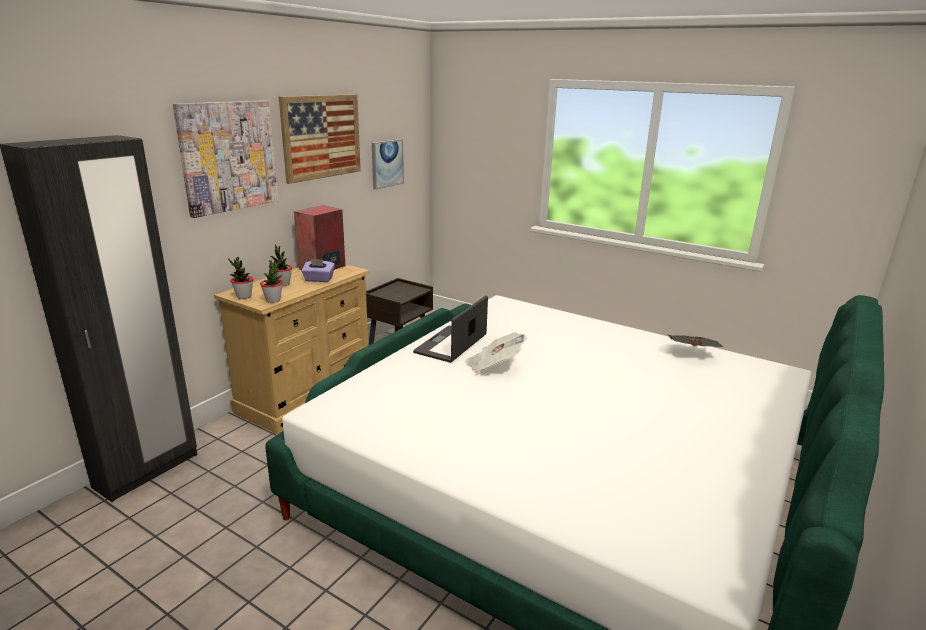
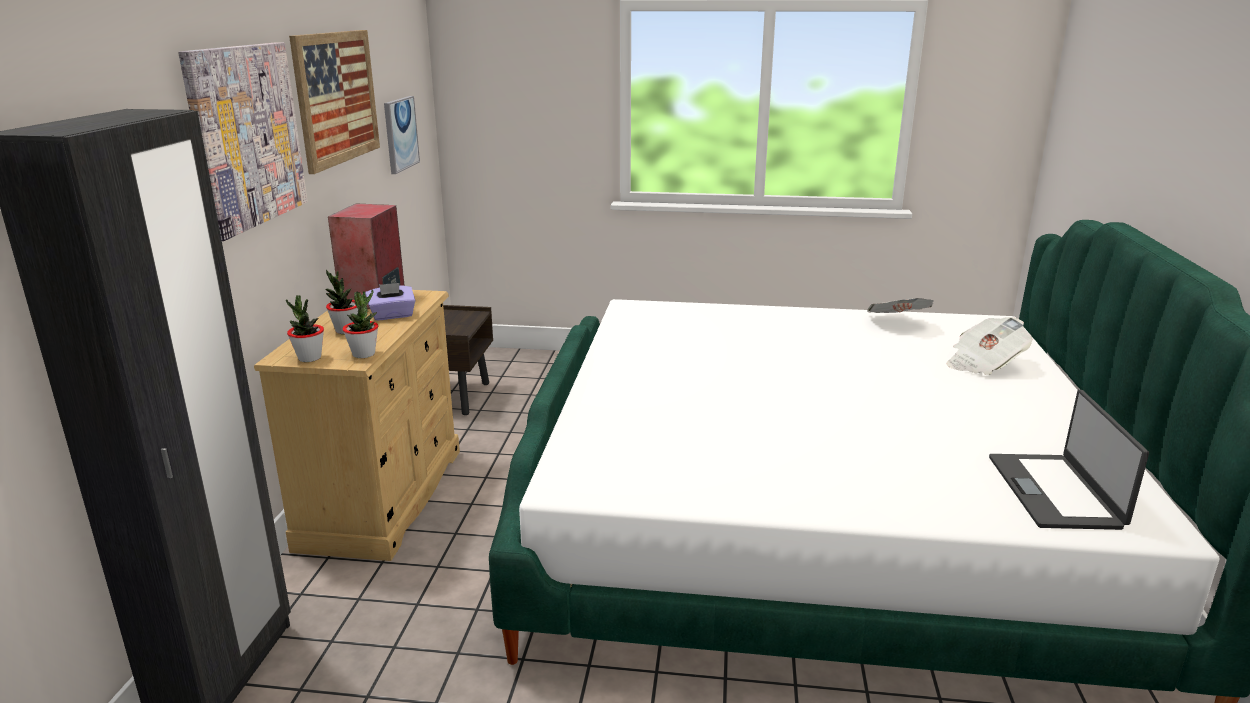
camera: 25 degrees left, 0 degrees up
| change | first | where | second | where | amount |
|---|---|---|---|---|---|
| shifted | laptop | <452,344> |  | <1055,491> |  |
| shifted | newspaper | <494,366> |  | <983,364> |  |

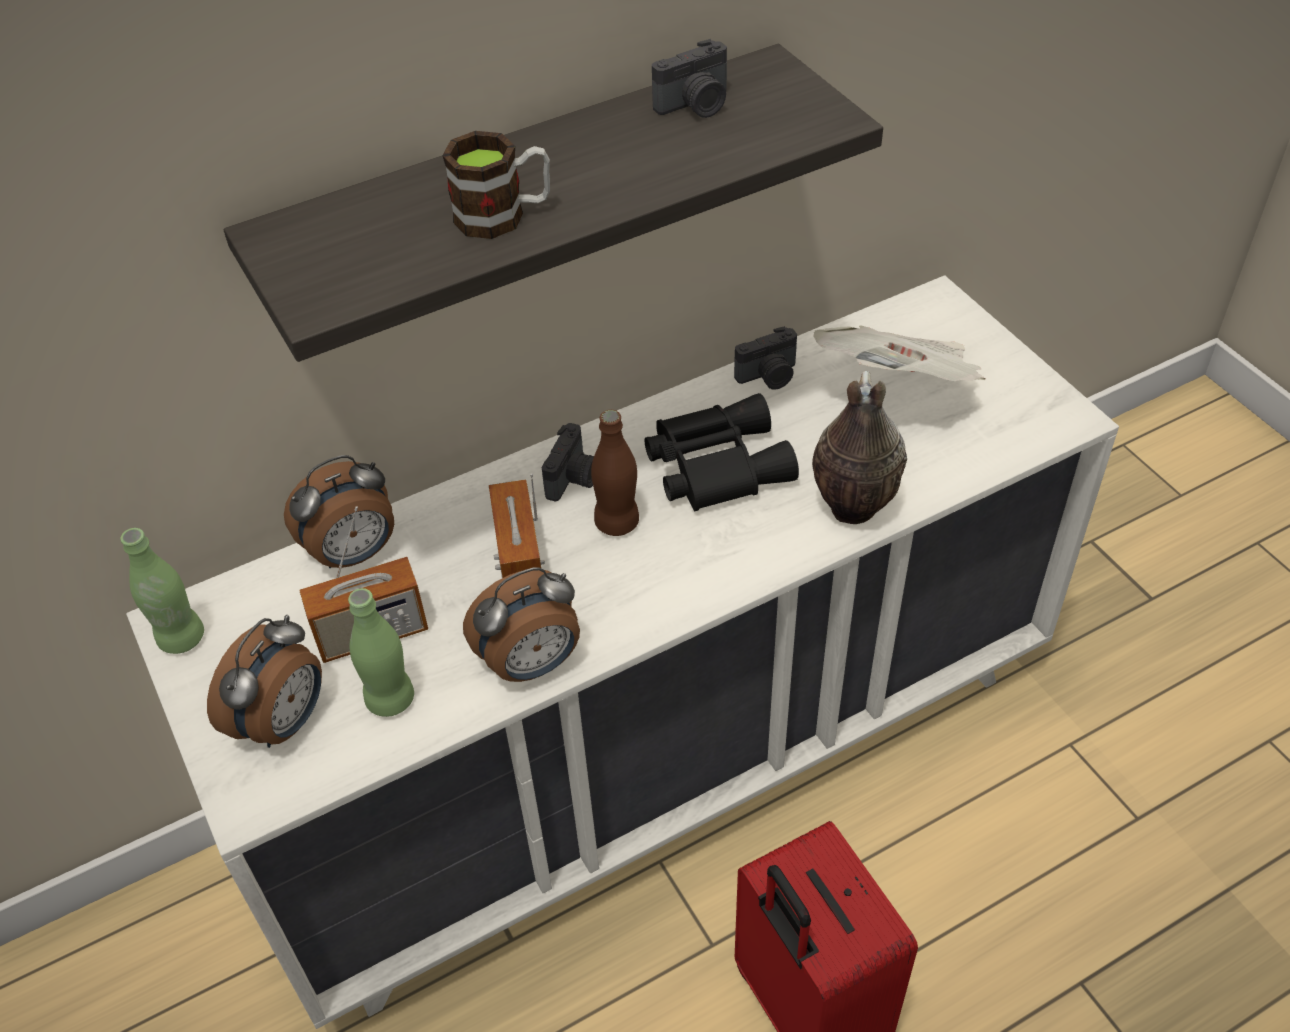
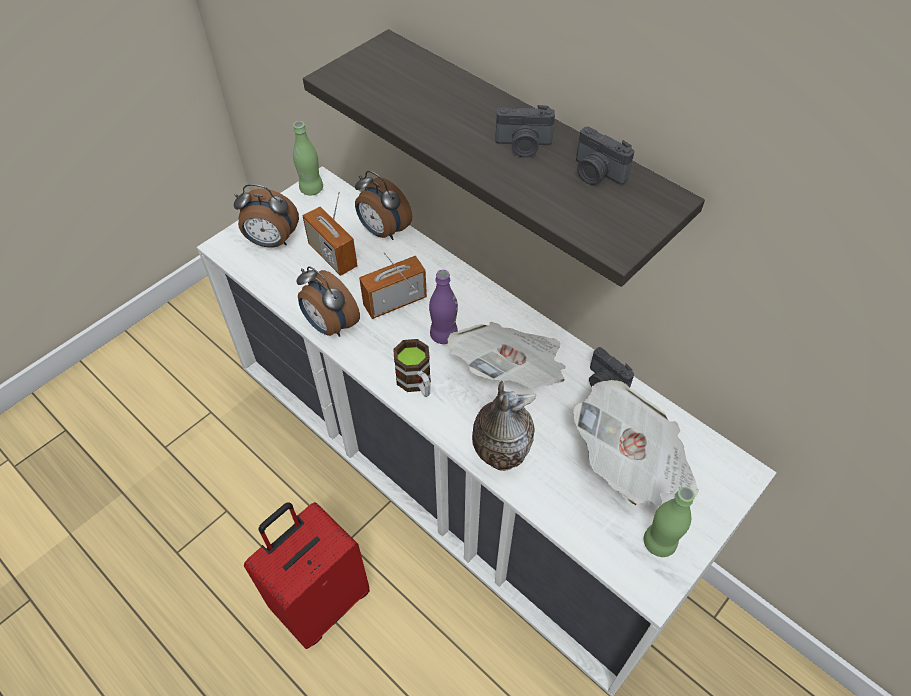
camera: 70 degrees right, 5 degrees up
| change | first | where | second | where | amount |
|---|---|---|---|---|---|
| shifted | bottle/green | <390,699> |  | <659,543> |  |
| shifted | mug | <504,215> |  | <417,383> |  |
| shifted | photo camera | <574,479> |  | <523,146> |  |
| swapped | binoculars/black | <715,464> | newspaper | <511,371> |  |
| repainted | bottle/brown | <617,522> | bottle/purple | <444,335> |  |

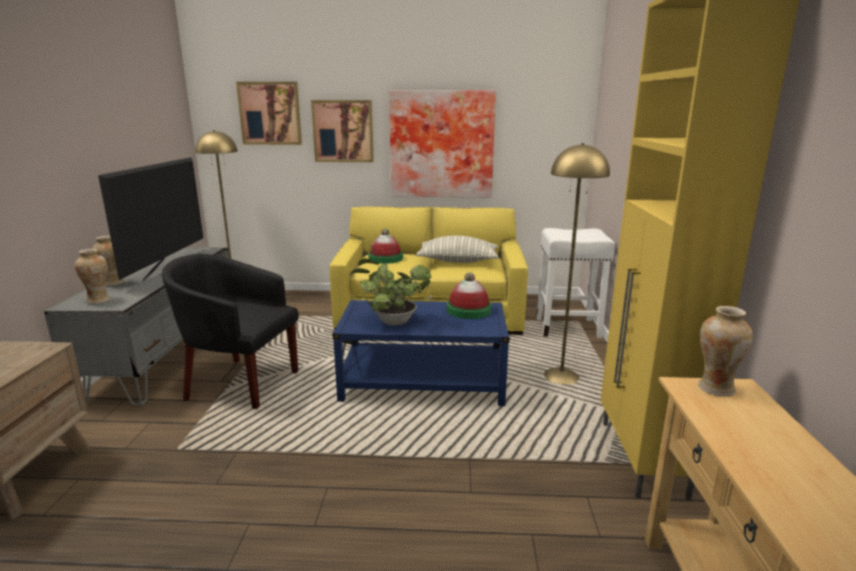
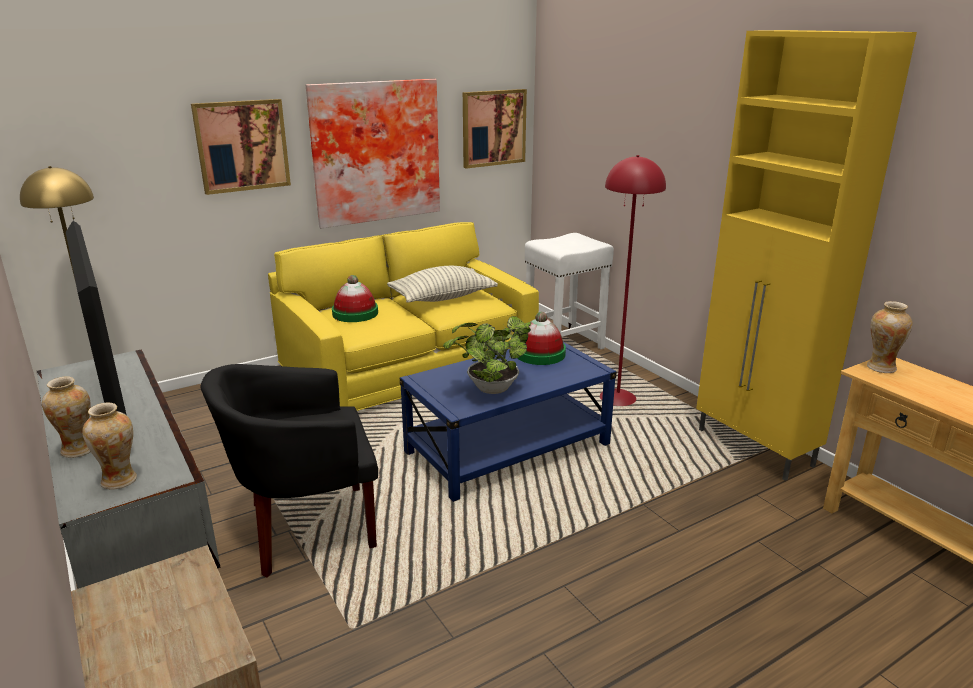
camera: 35 degrees left, 5 degrees up
| change | first | where | second | where | amount |
|---|---|---|---|---|---|
| shifted | picture | <270,113> |  | <493,128> |  |
| repainted | floor lamp/yellow | <561,376> | floor lamp/red | <617,398> |  |

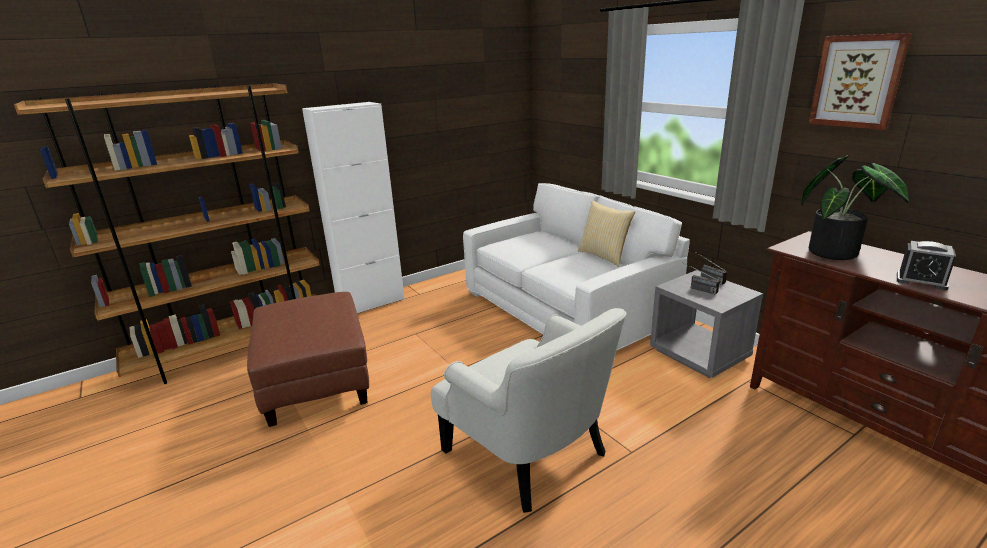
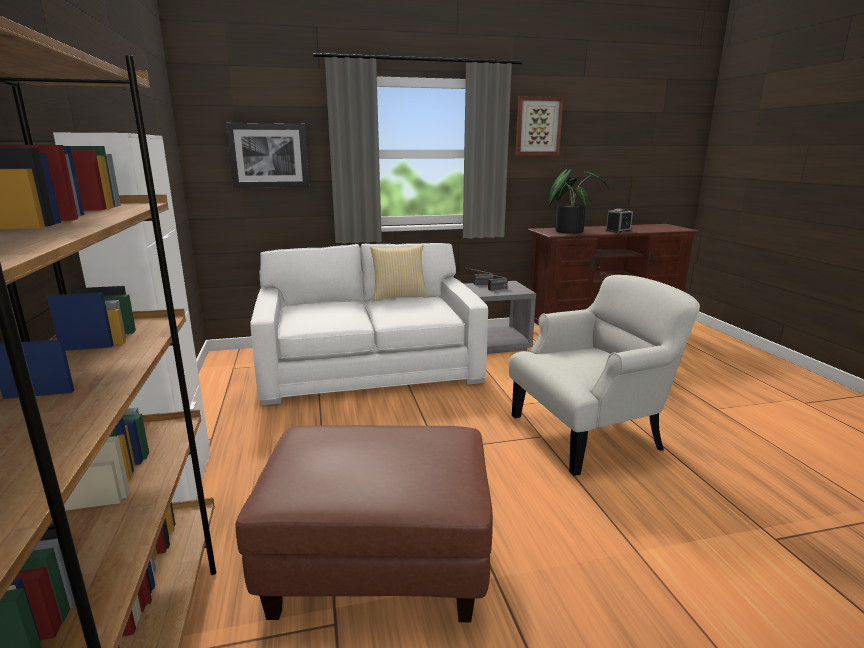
camera: 70 degrees left, 5 degrees down
| change | first | where | second | where | amount |
|---|---|---|---|---|---|
| new |  |  | picture | <269,155> |  |

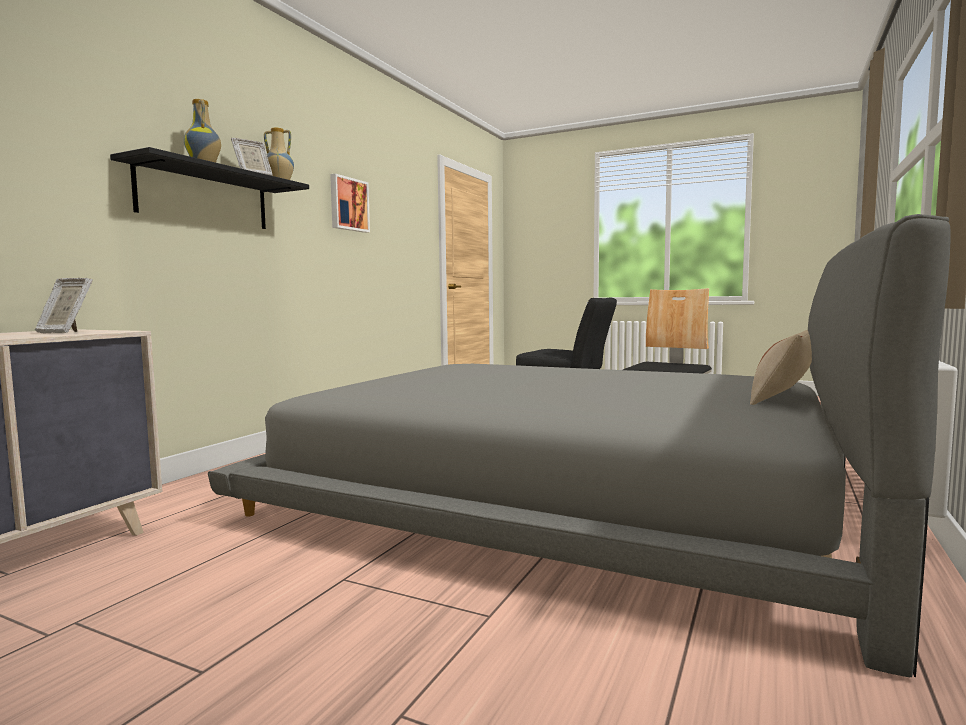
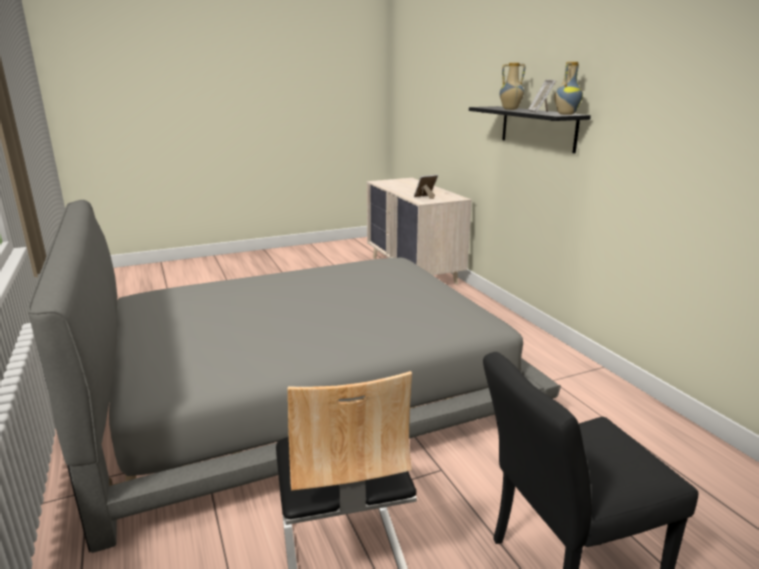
camera: 130 degrees right, 15 degrees up
| change | first | where | second | where | amount |
|---|---|---|---|---|---|
| gone | picture | <348,204> |  |  |  |
| gone | pillow/beige | <784,395> |  |  |  |

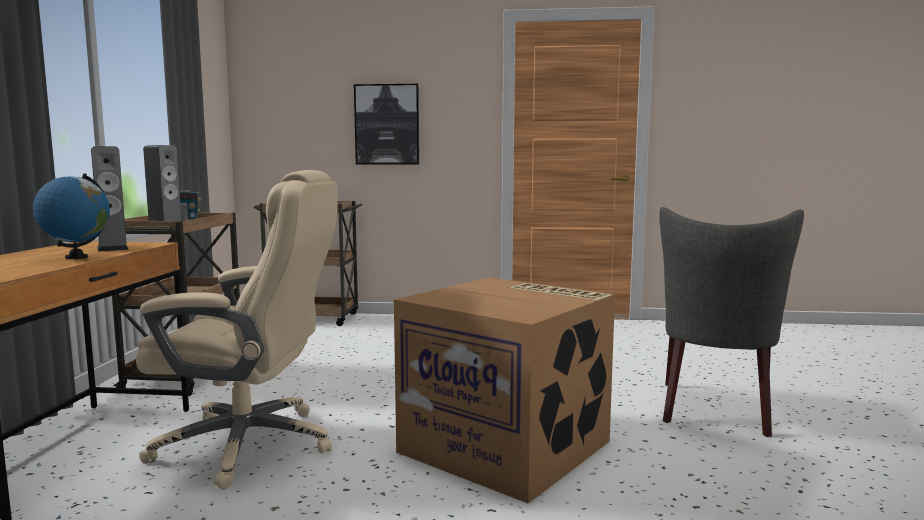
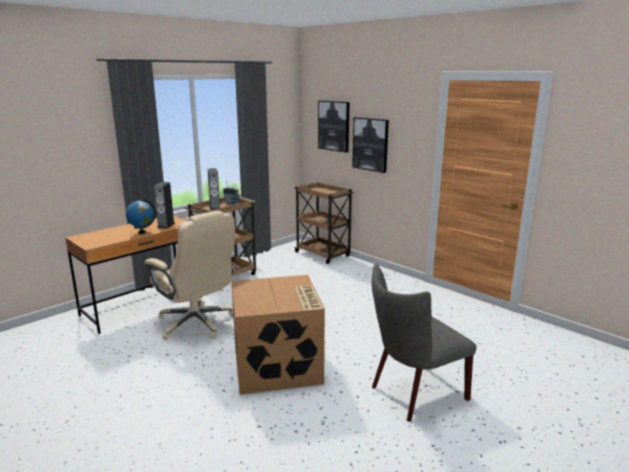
camera: 40 degrees right, 10 degrees up
| change | first | where | second | where | amount |
|---|---|---|---|---|---|
| new |  |  | picture | <334,126> |  |

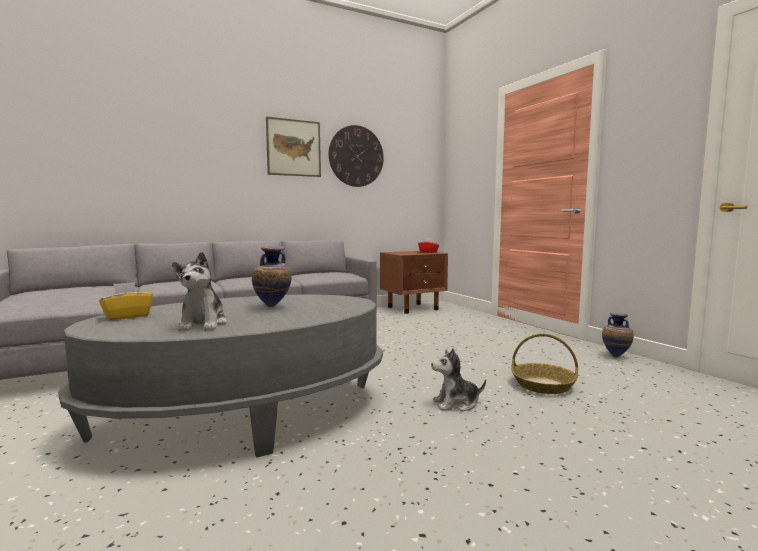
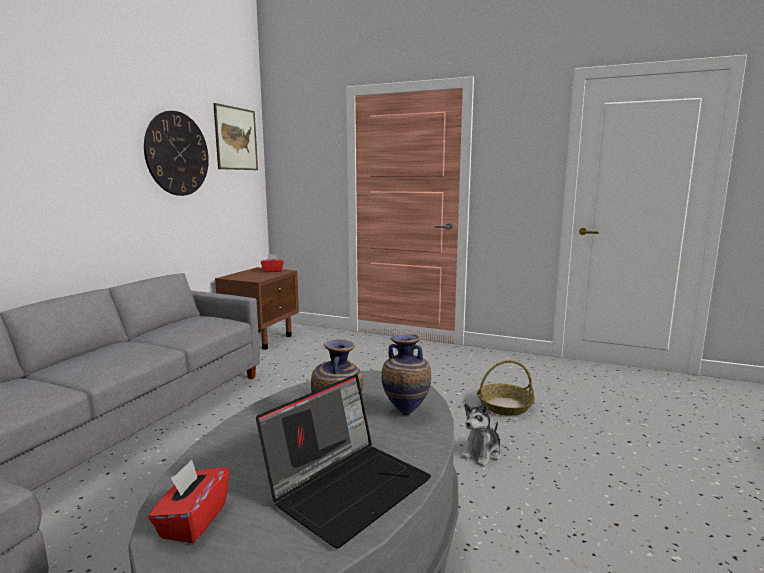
camera: 40 degrees left, 5 degrees up
| change | first | where | second | where | amount |
|---|---|---|---|---|---|
| shifted | picture | <294,148> |  | <236,138> |  |
| shifted | vase | <616,356> |  | <406,412> |  |
| swapped | plush toy | <203,324> | laptop | <348,487> |  |
| repainted | tissue box/yellow | <127,316> | tissue box/red | <193,521> |  |

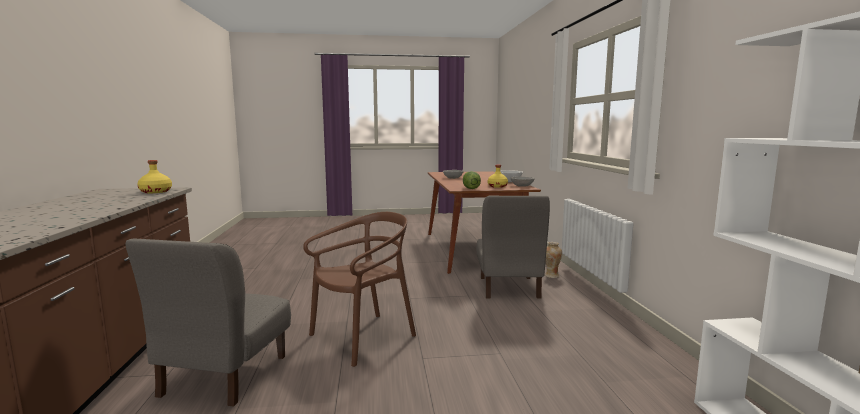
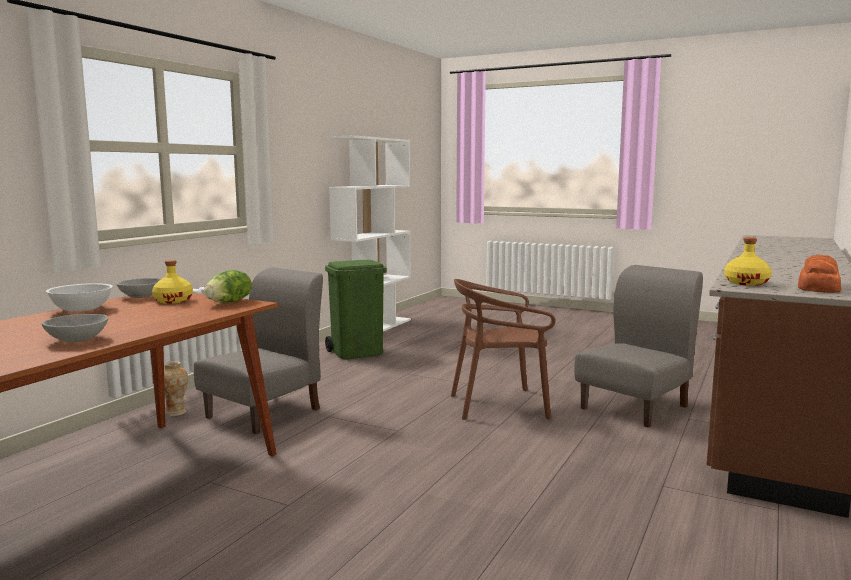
camera: 145 degrees left, 0 degrees up
| change | first | where | second | where | amount |
|---|---|---|---|---|---|
| new |  |  | trash can/green | <357,353> |  |
| new |  |  | bread | <818,286> |  |

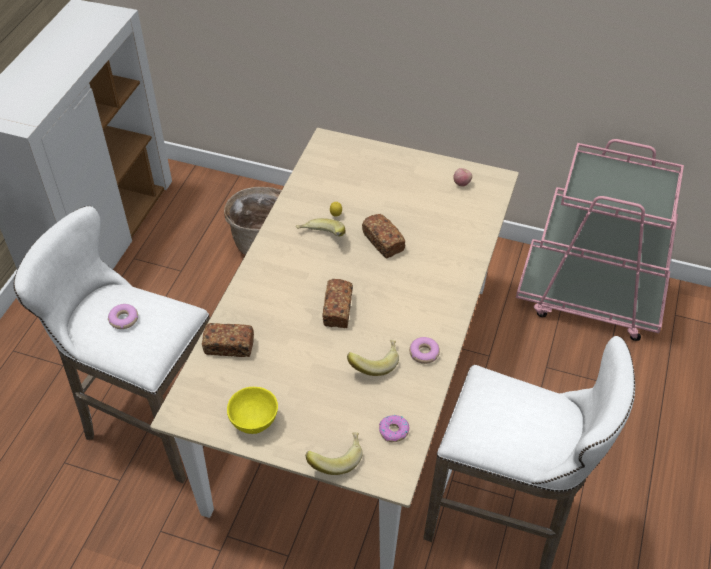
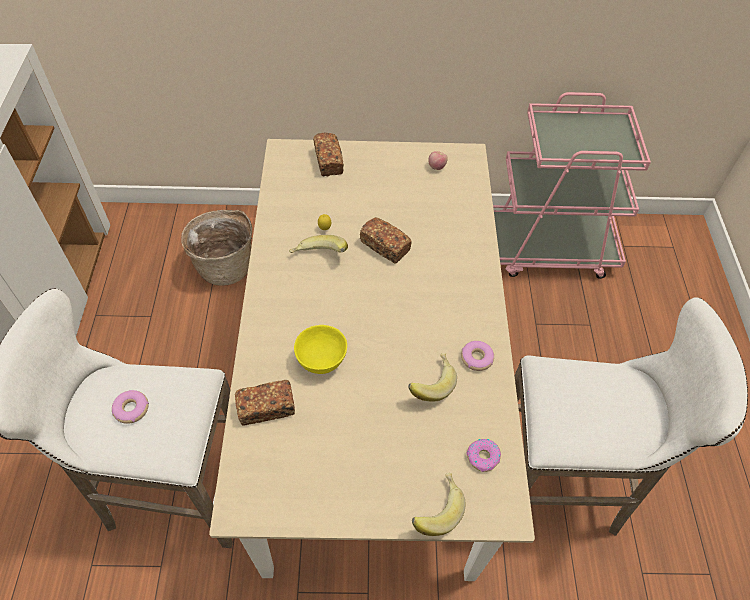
camera: 20 degrees left, 5 degrees up
| change | first | where | second | where | amount |
|---|---|---|---|---|---|
| shifted | bowl/yellow | <255,422> |  | <322,360> |  |
| shifted | bread | <338,310> |  | <328,162> |  |

